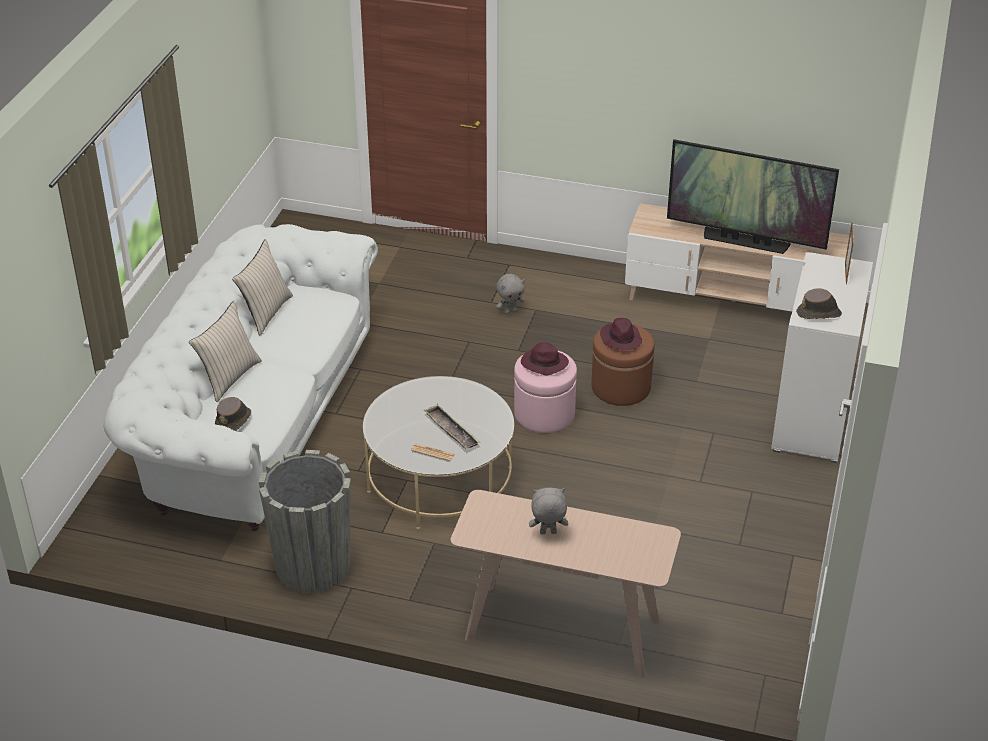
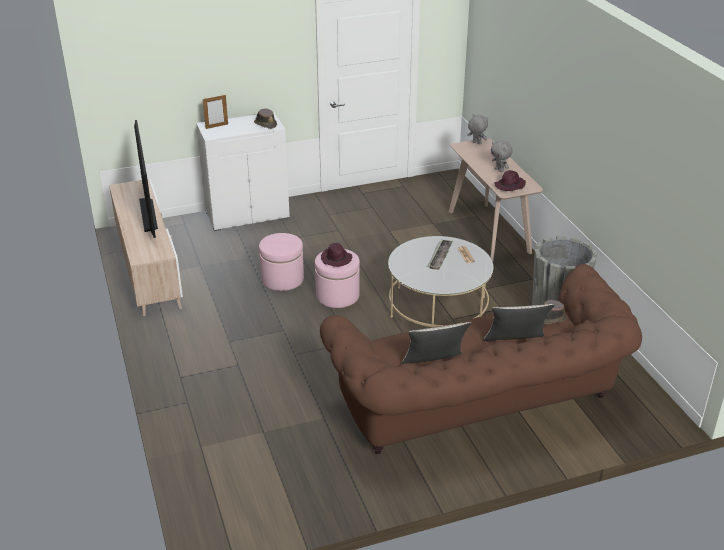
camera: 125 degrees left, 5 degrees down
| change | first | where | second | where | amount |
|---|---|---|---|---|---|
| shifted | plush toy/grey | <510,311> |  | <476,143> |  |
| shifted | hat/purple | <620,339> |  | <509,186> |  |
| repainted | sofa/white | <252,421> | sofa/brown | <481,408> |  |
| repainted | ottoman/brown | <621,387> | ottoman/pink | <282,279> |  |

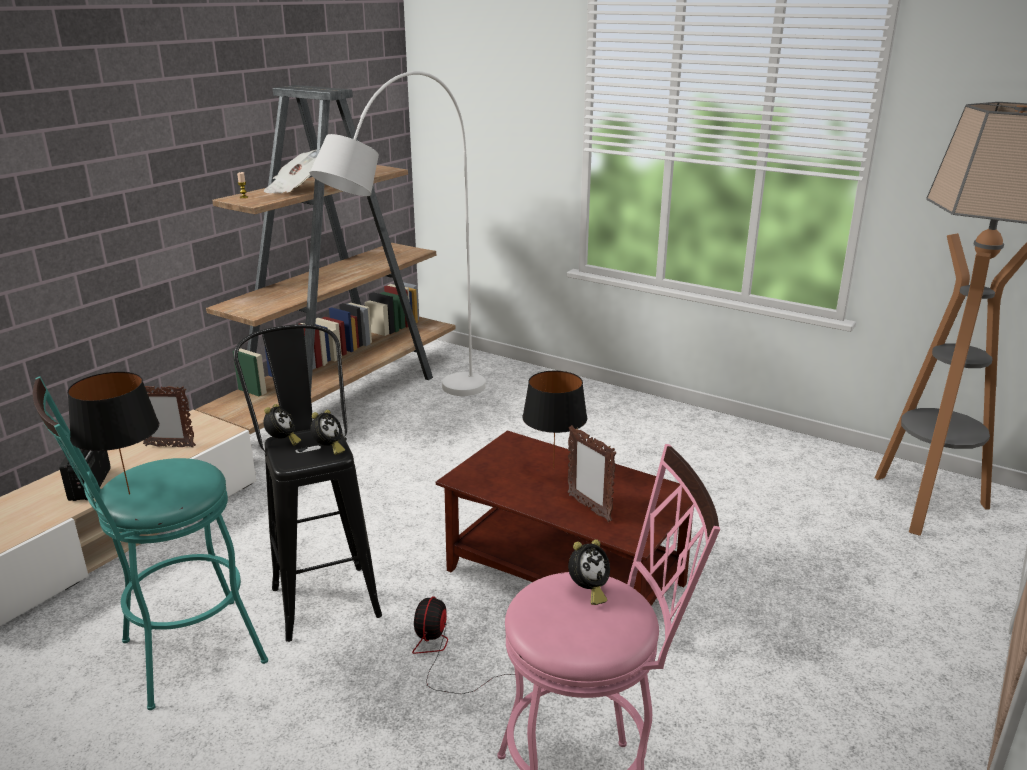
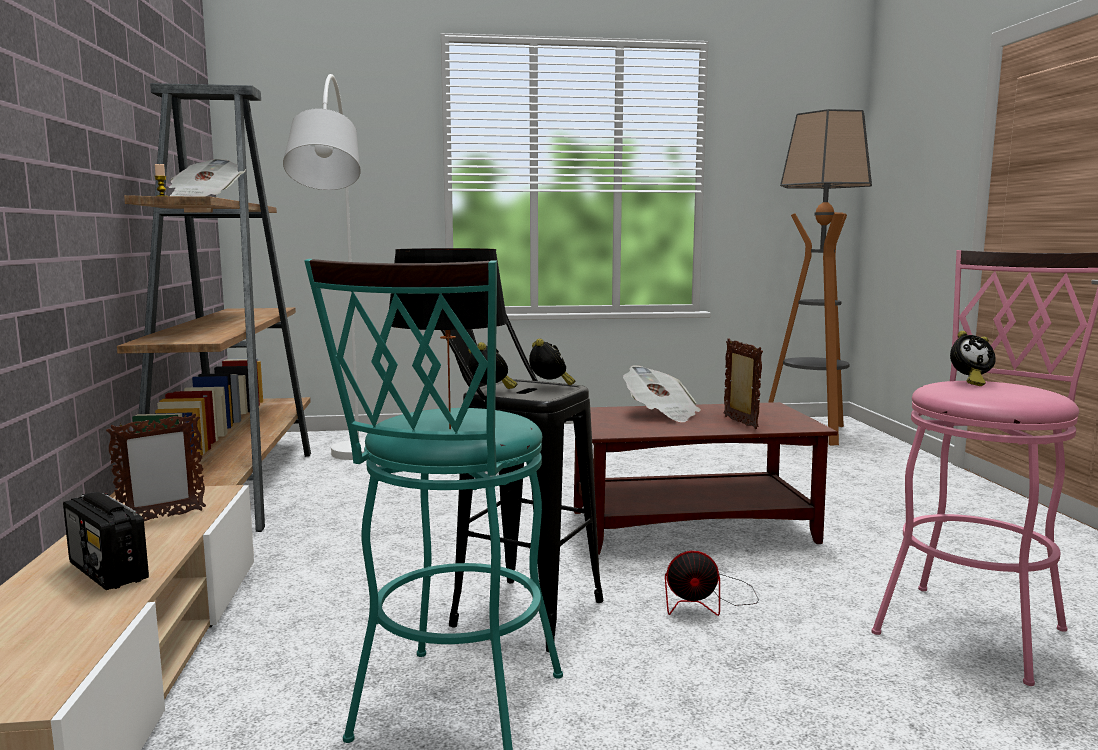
camera: 40 degrees left, 15 degrees down
| change | first | where | second | where | amount |
|---|---|---|---|---|---|
| swapped | table lamp/black | <554,468> | newspaper | <661,414> |  |
| rotated | fan | <443,656> |  | <706,601> | 60 degrees counterclockwise |
| rotated | picture frame | <589,508> |  | <740,423> | 120 degrees counterclockwise |
| rotated | alarm clock | <588,591> |  | <969,382> | 75 degrees clockwise |

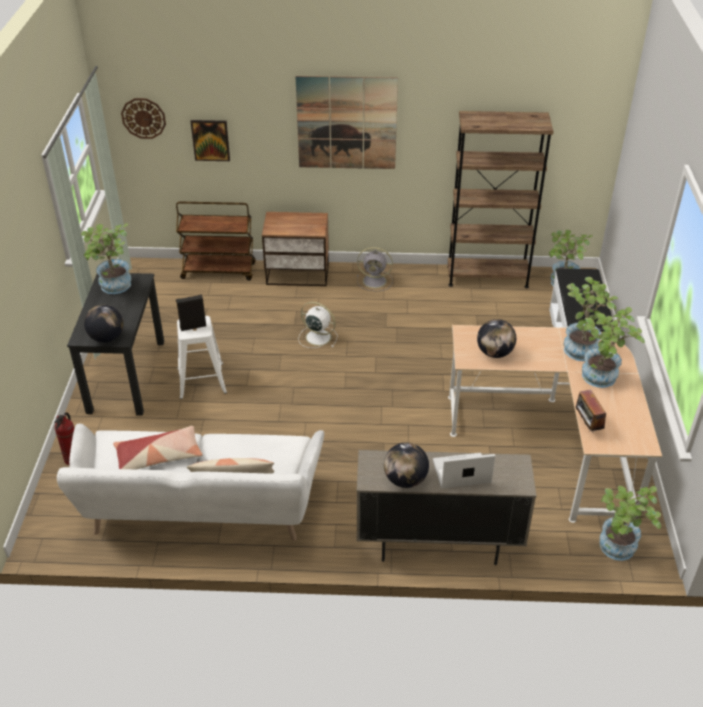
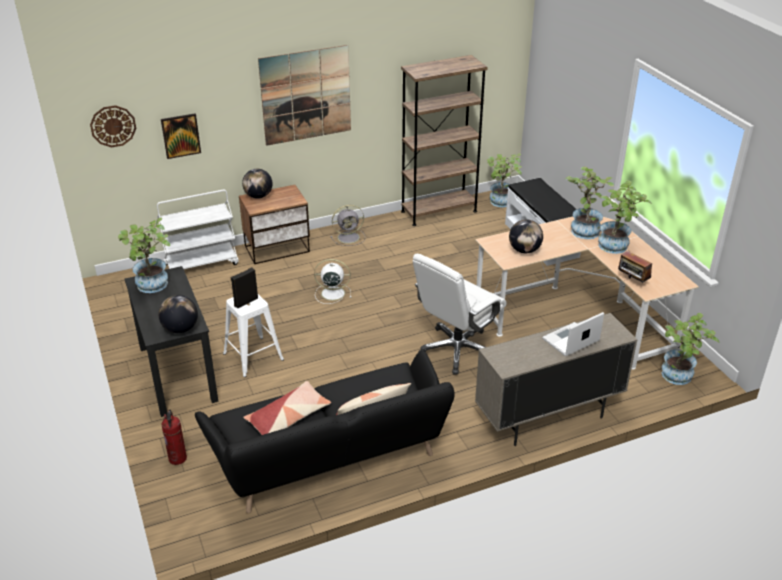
camera: 25 degrees left, 5 degrees down
| change | first | where | second | where | amount |
|---|---|---|---|---|---|
| new |  |  | office chair/white | <457,350> |  |
| shifted | globe | <405,480> |  | <258,196> |  |
| repainted | sofa/white | <200,510> | sofa/black | <331,460> |  |
| repainted | cart/brown | <219,271> | cart/white | <201,264> |  |

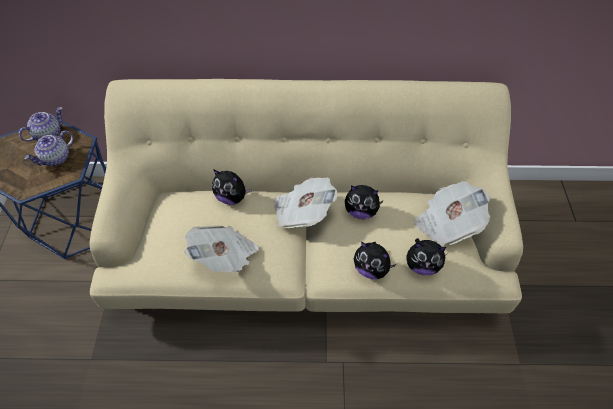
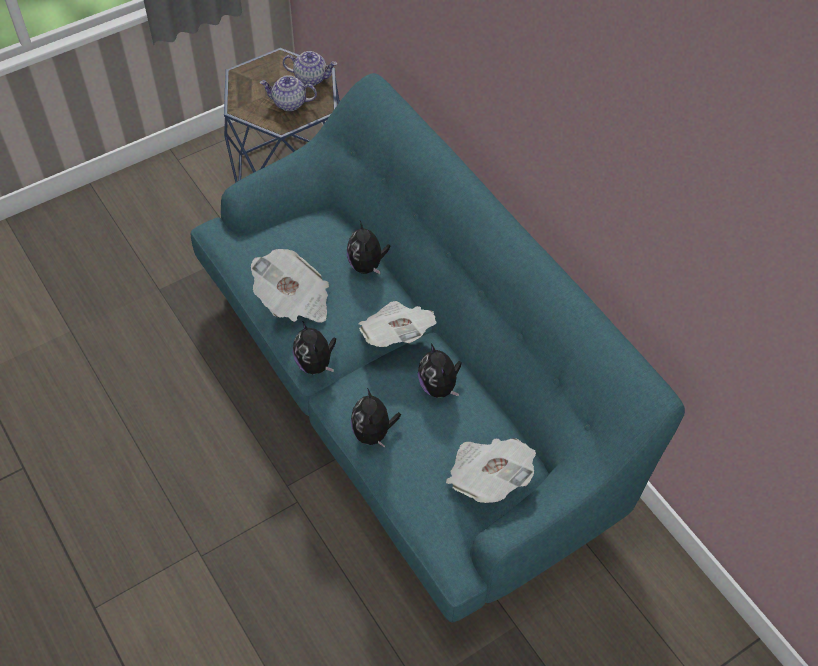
camera: 55 degrees right, 0 degrees up
| change | first | where | second | where | amount |
|---|---|---|---|---|---|
| shifted | plush toy | <422,265> |  | <315,364> |  |
| repainted | sofa/beige | <306,249> | sofa/turquoise | <407,393> |  |

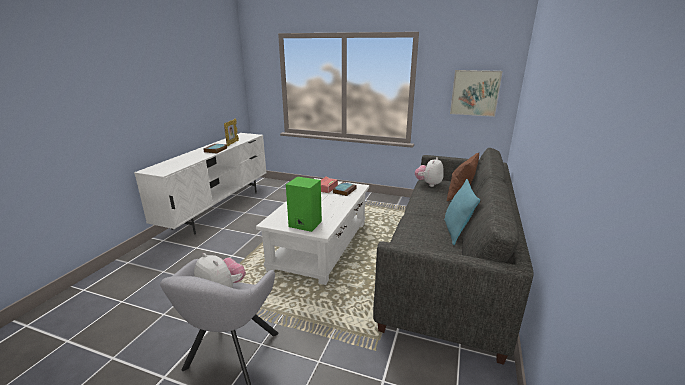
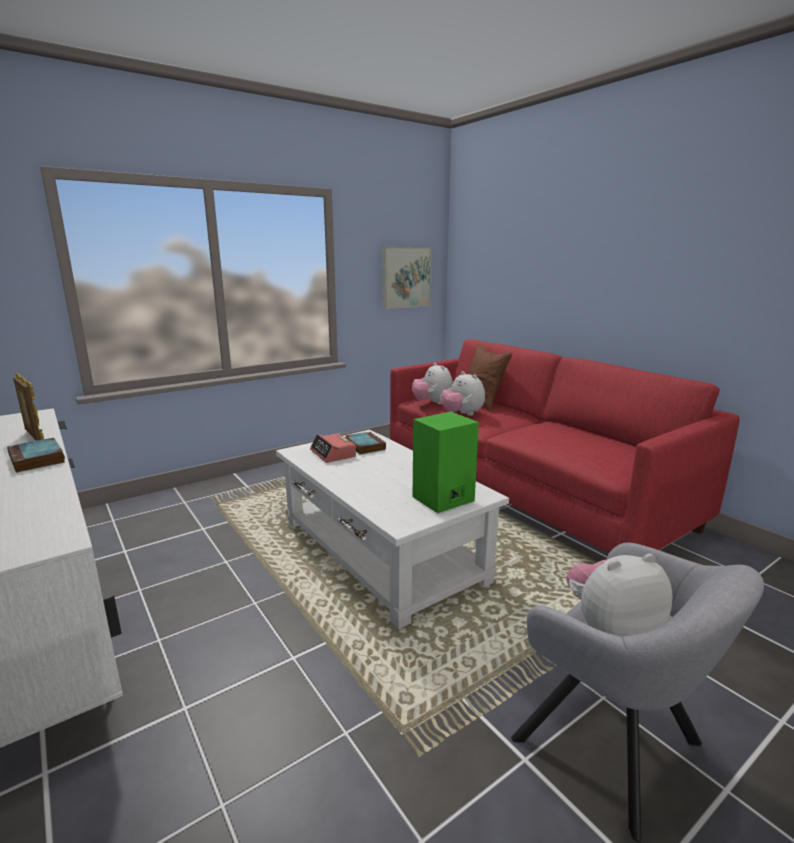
camera: 55 degrees left, 5 degrees down
| change | first | where | second | where | amount |
|---|---|---|---|---|---|
| gone | pillow/turquoise | <456,232> |  |  |  |
| new |  |  | plush toy | <462,414> |  |
| repainted | sofa/grey | <448,267> | sofa/red | <527,490> |  |

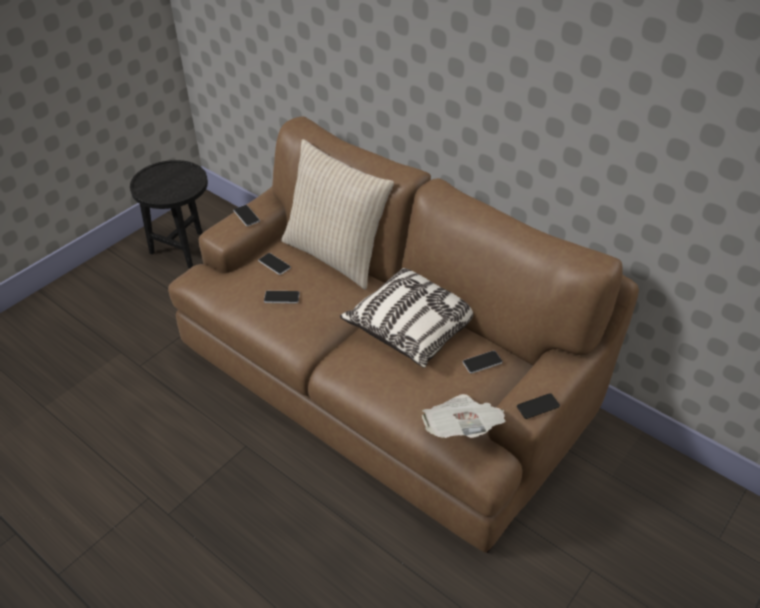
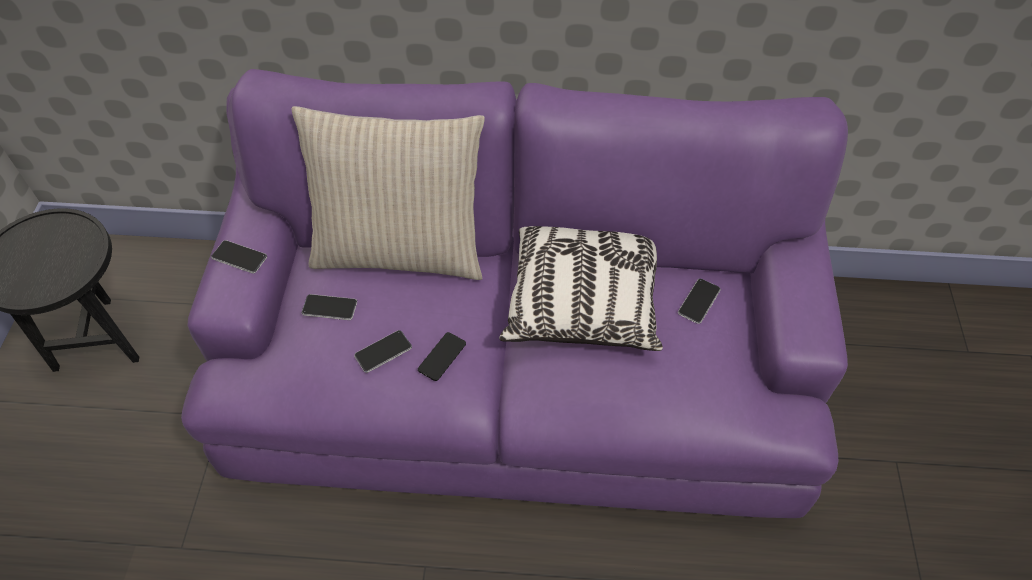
camera: 35 degrees left, 10 degrees up
| change | first | where | second | where | amount |
|---|---|---|---|---|---|
| gone | newspaper | <460,429> |  |  |  |
| shifted | phone | <538,406> |  | <442,357> |  |
| repainted | sofa/brown | <381,379> | sofa/purple | <517,374> |  |

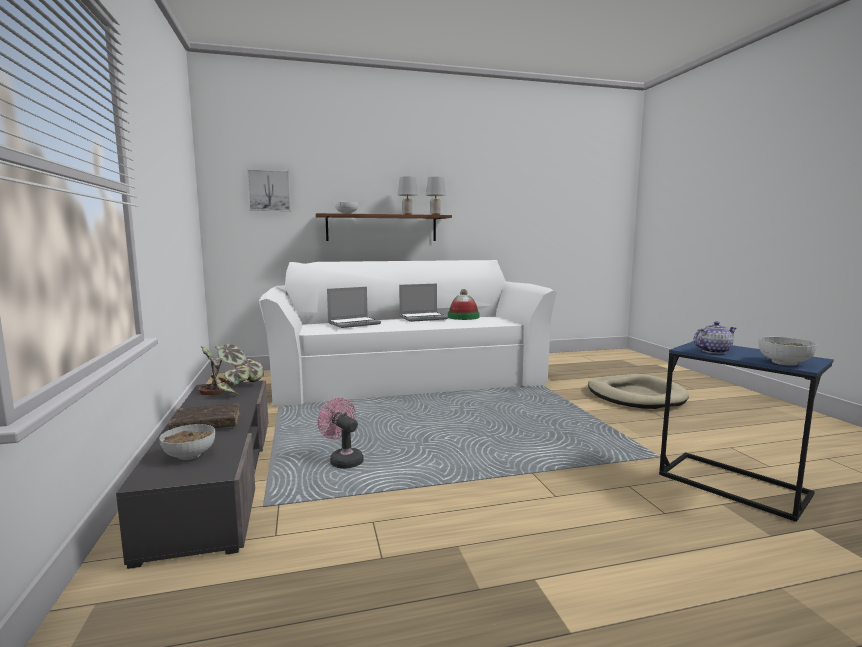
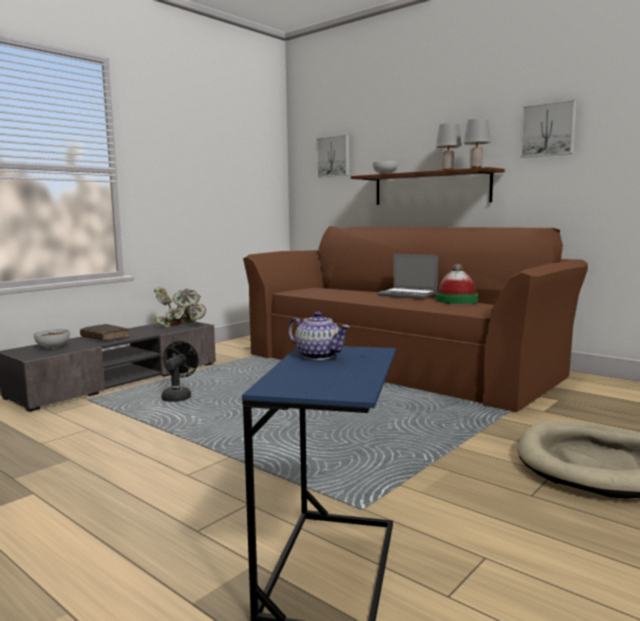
camera: 55 degrees right, 0 degrees up
| change | first | where | second | where | amount |
|---|---|---|---|---|---|
| gone | laptop | <354,323> |  |  |  |
| gone | bowl | <785,363> |  |  |  |
| new |  |  | picture | <548,130> |  |
| repainted | sofa/white | <405,377> | sofa/brown | <403,363> |  |
| repainted | fan/pink | <343,460> | fan/black | <178,396> |  |

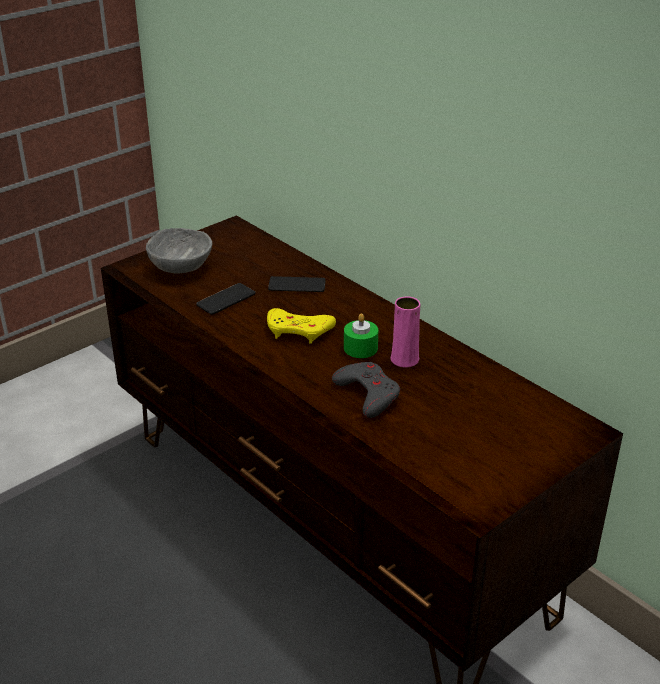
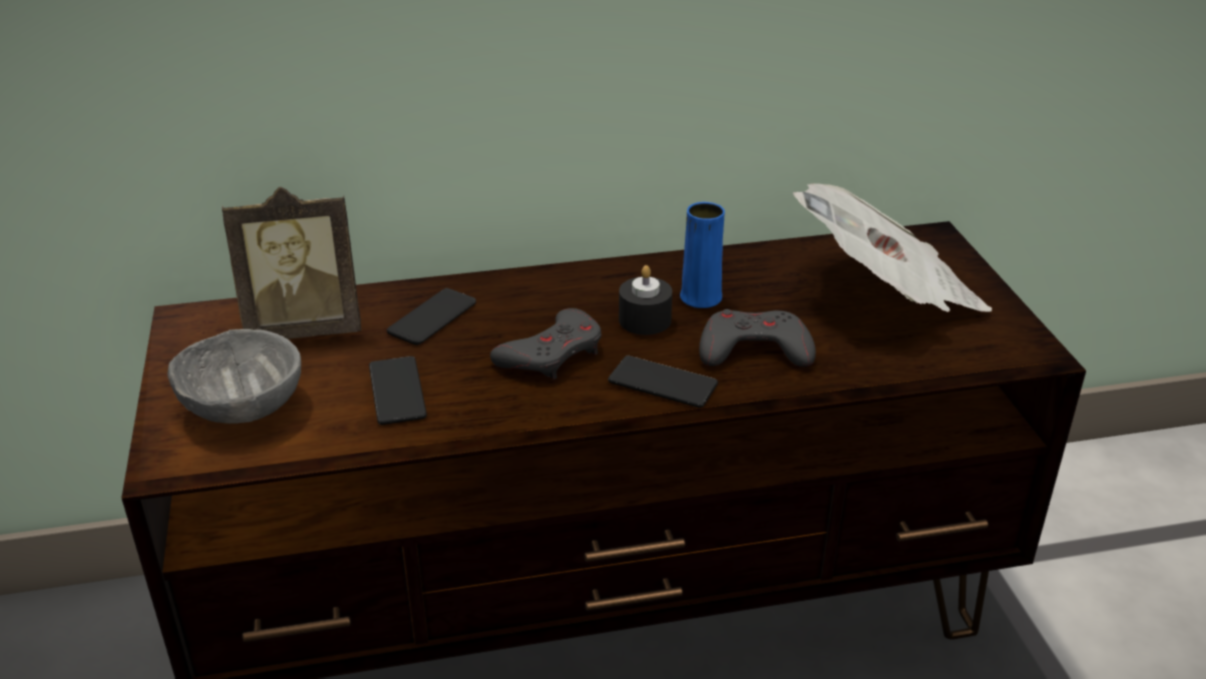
camera: 60 degrees left, 0 degrees up
| change | first | where | second | where | amount |
|---|---|---|---|---|---|
| new |  |  | picture frame | <305,328> |  |
| new |  |  | phone | <662,383> |  |
| new |  |  | newspaper | <887,296> |  |
| repainted | game controller/yellow | <299,330> | game controller/grey | <552,353> |  |
| repainted | candle/green | <360,348> | candle/black | <645,320> |  |
| repainted | vase/pink | <404,359> | vase/blue | <701,297> |  |

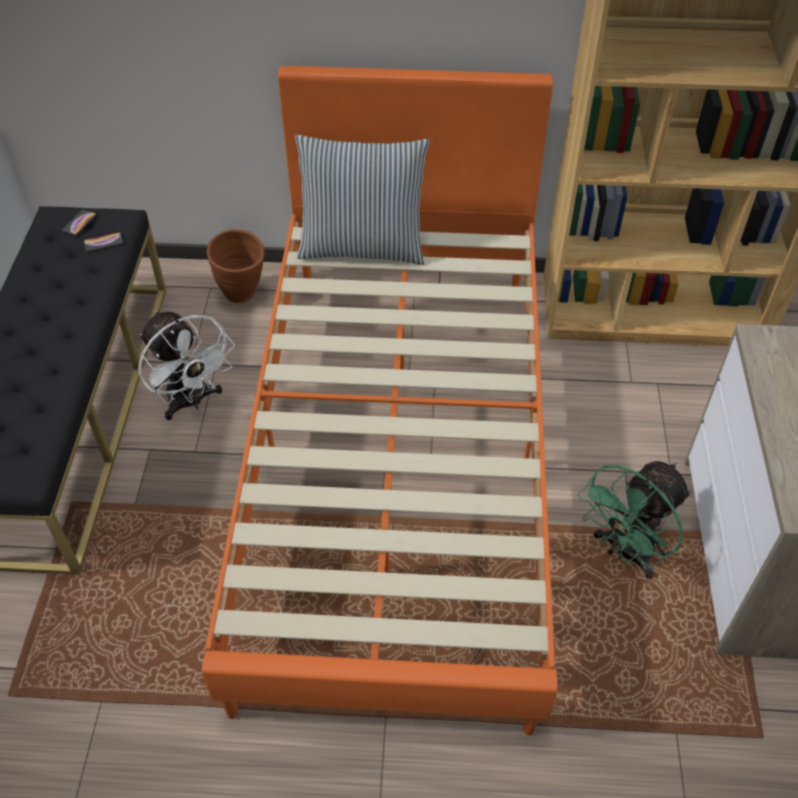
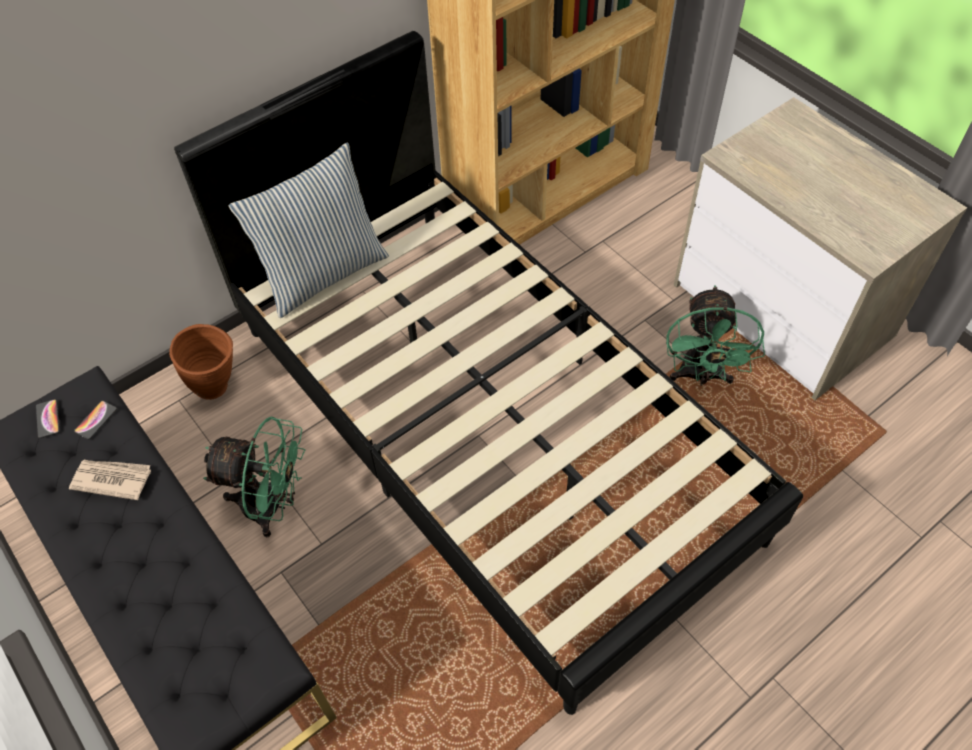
camera: 40 degrees left, 5 degrees up
| change | first | where | second | where | amount |
|---|---|---|---|---|---|
| new |  |  | newspaper | <111,479> |  |
| repainted | fan/white | <192,401> | fan/green | <272,506> |  |
| repainted | bed/orange | <399,459> | bed/black | <487,427> |  |

